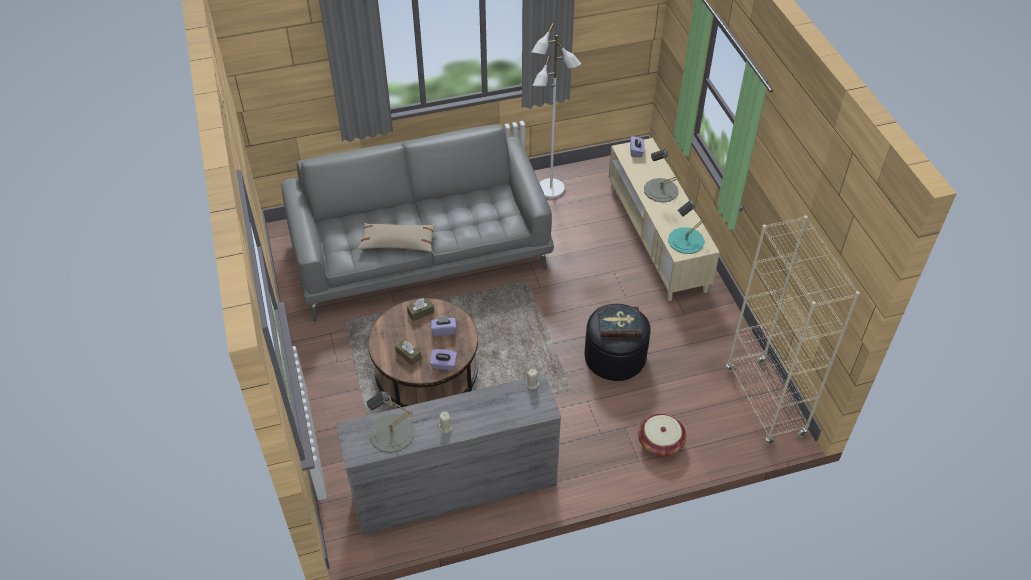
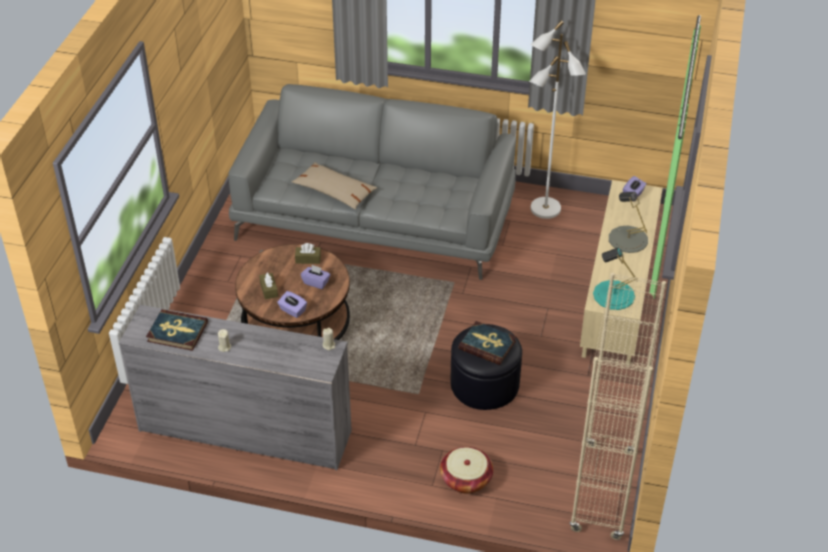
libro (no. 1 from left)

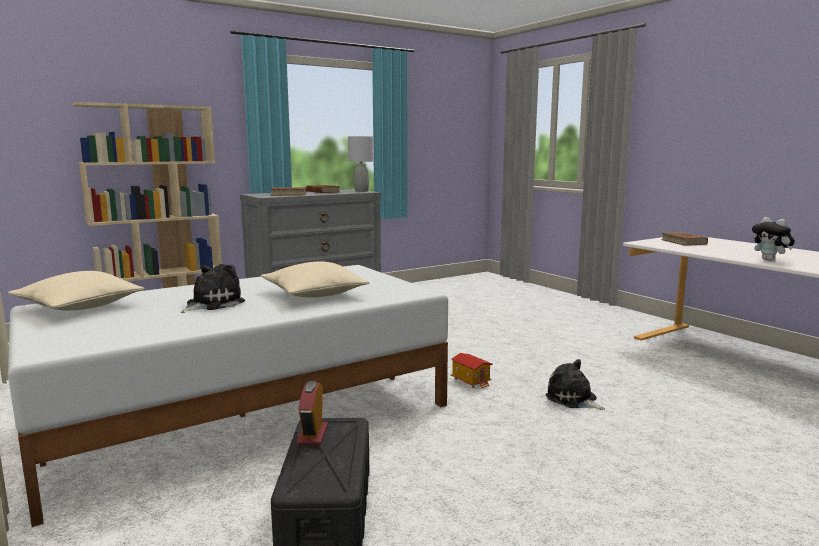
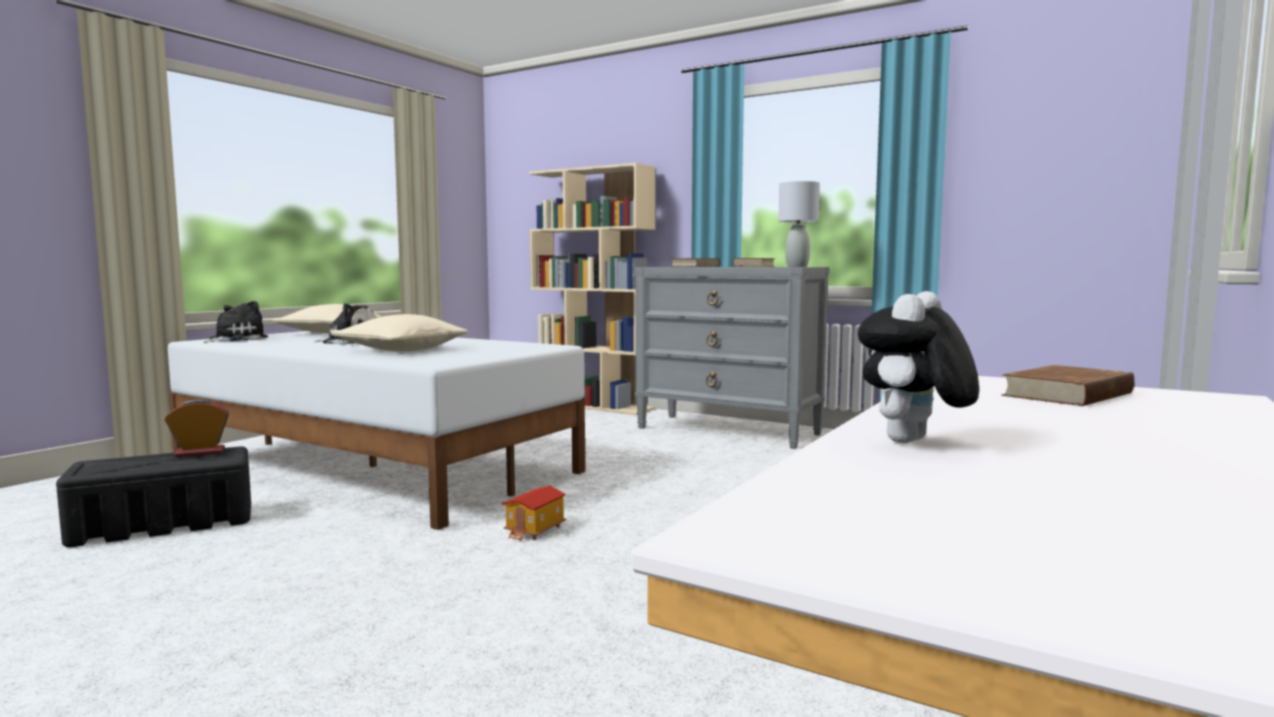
peluche (no. 1 from left)

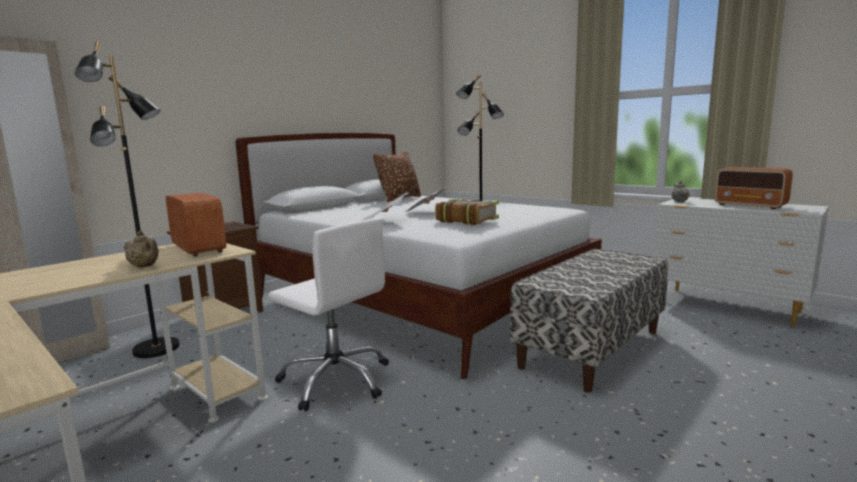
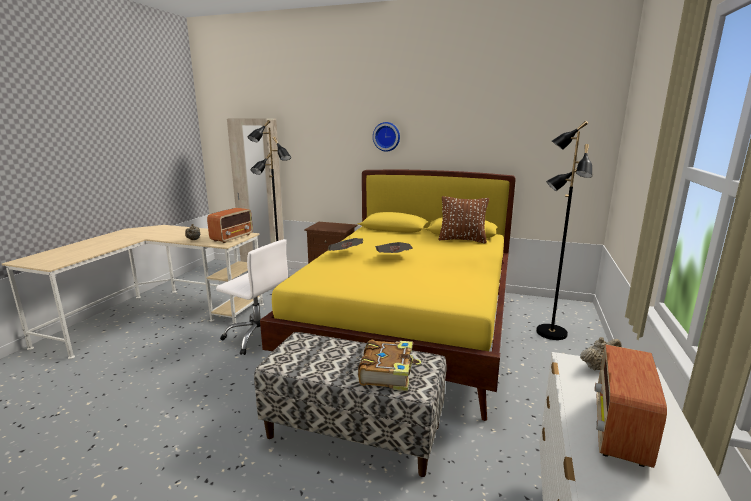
cama [amarillo]
silla de oficina [blanco]
libro
reloj de pared

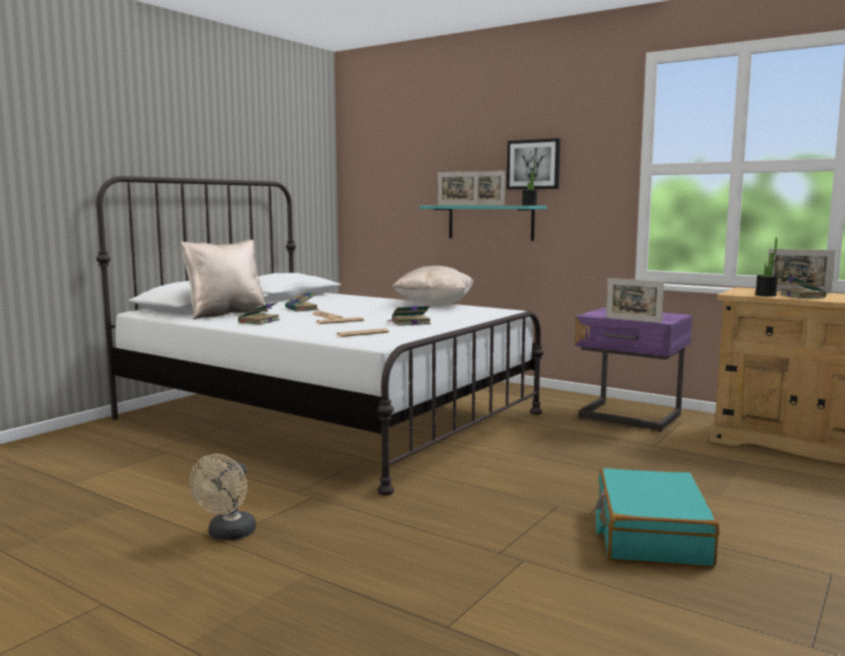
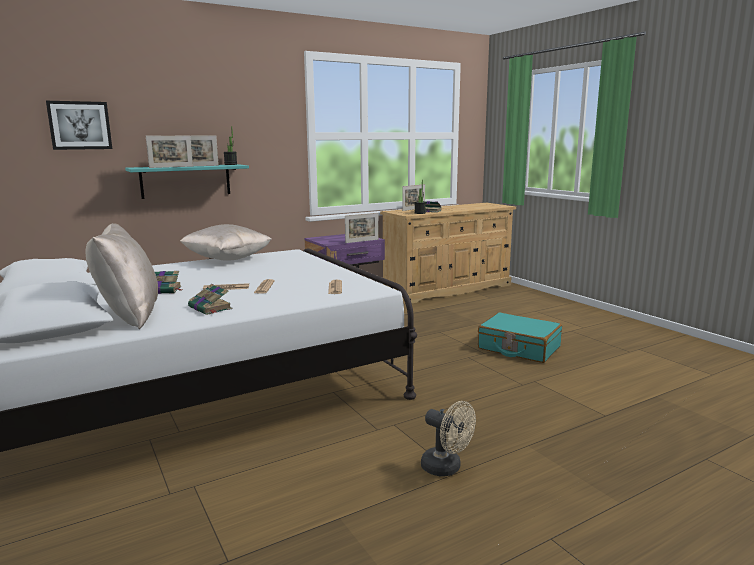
libro (no. 3 from left in the first image)
cuadro

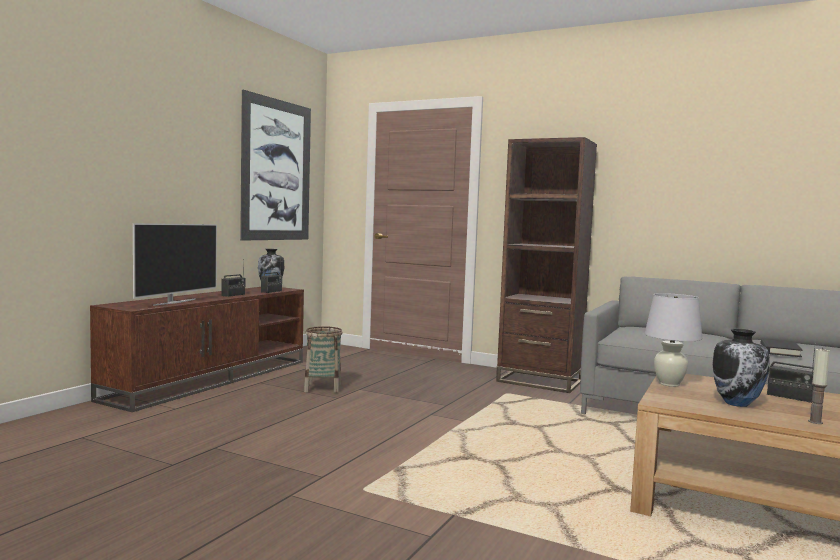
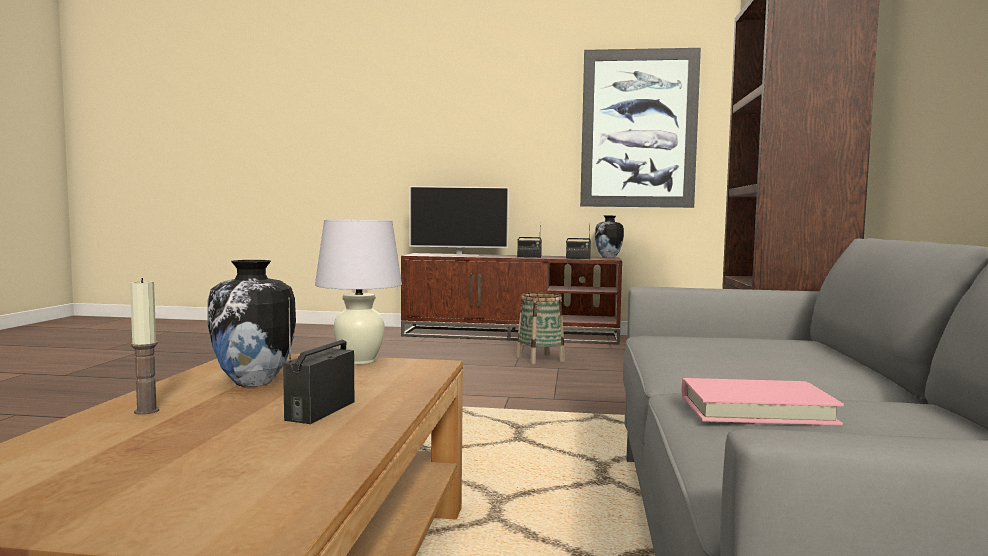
libro [rosa]

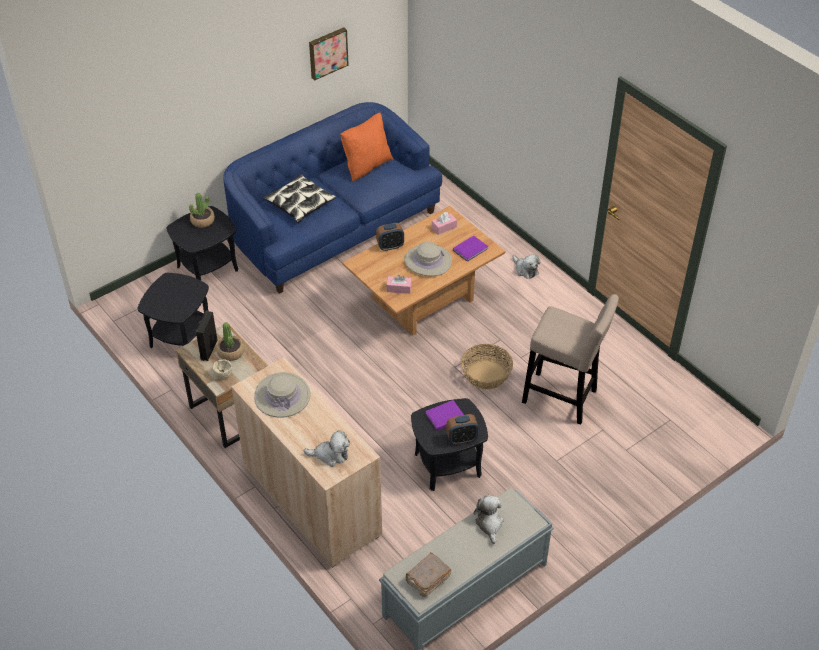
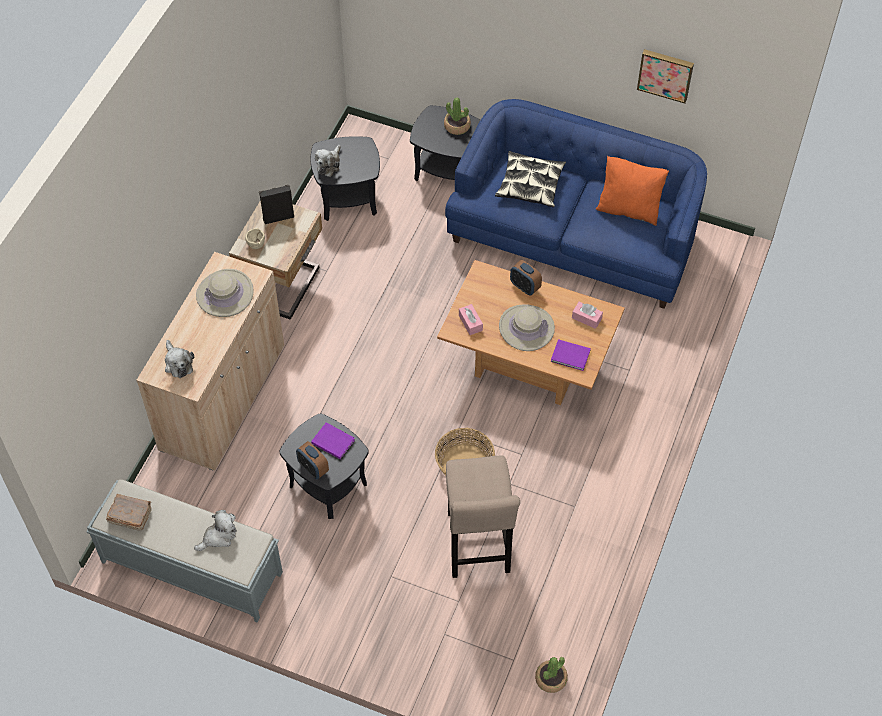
planta en maceta (no. 2 from left)
peluche (no. 3 from left)

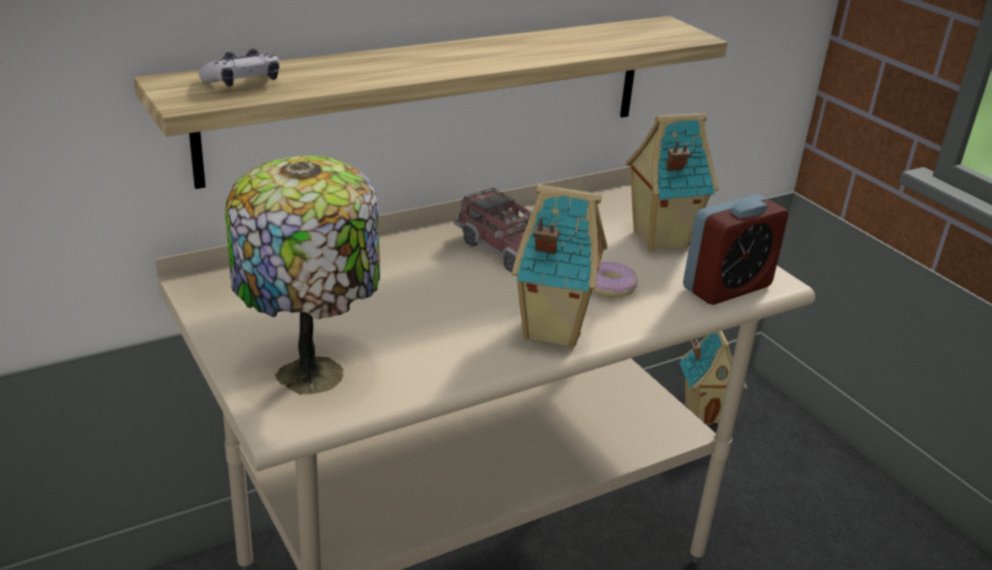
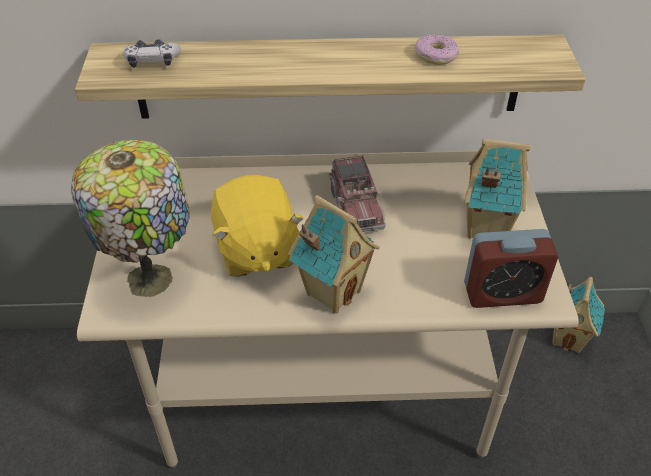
rosquilla
peluche [amarillo]

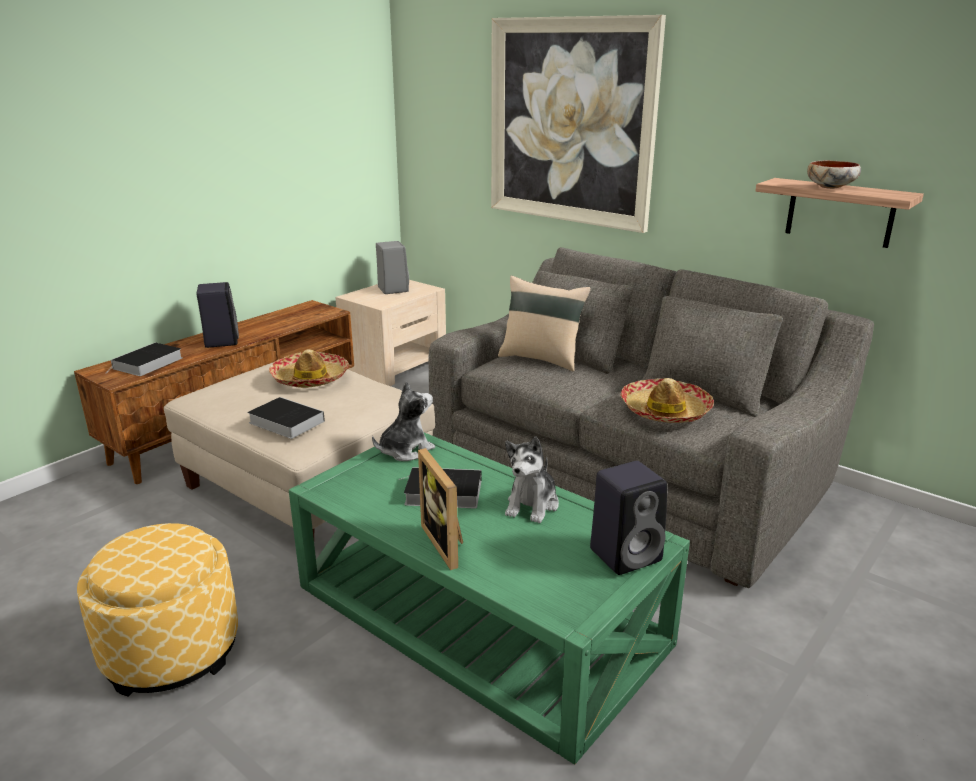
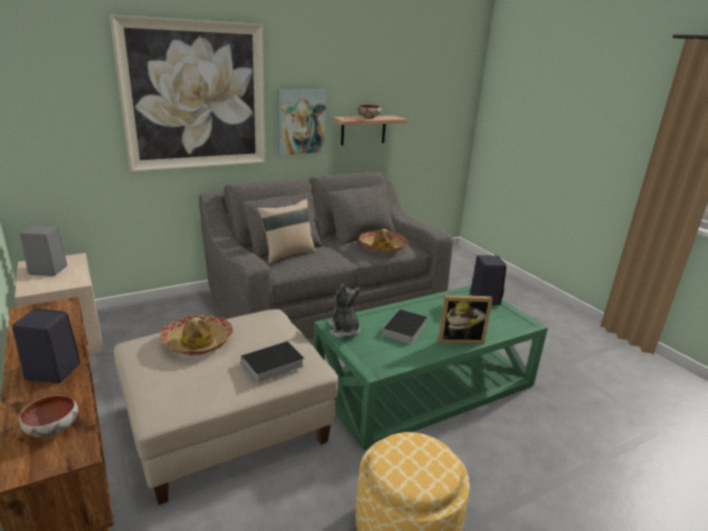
cuenco (no. 1 from left)
peluche (no. 2 from left in the first image)
cuadro (no. 2 from left)

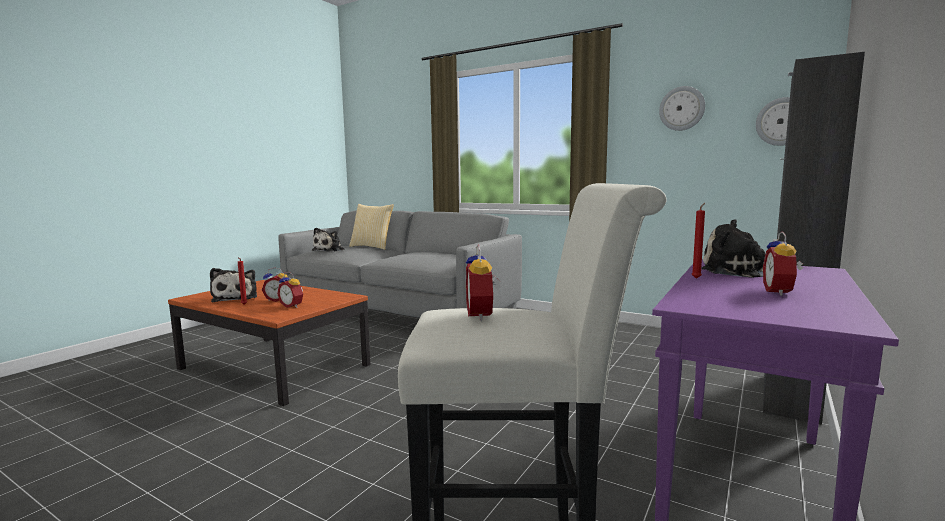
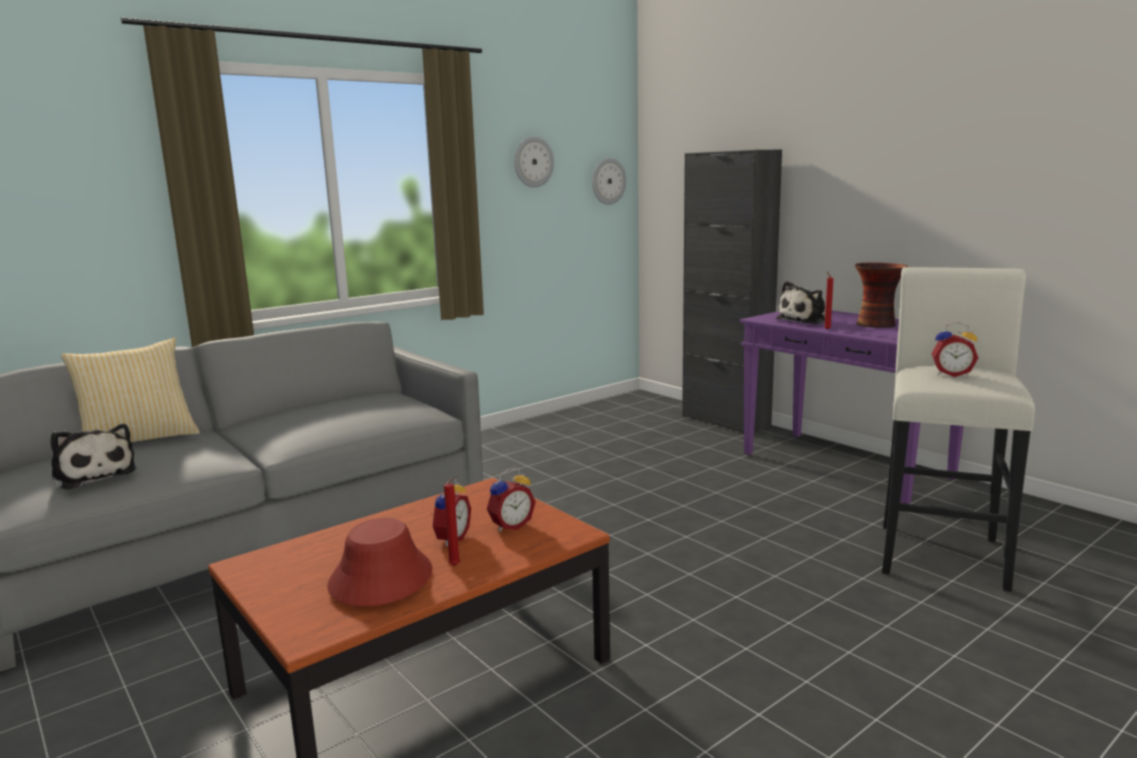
sombrero [rojo]
florero

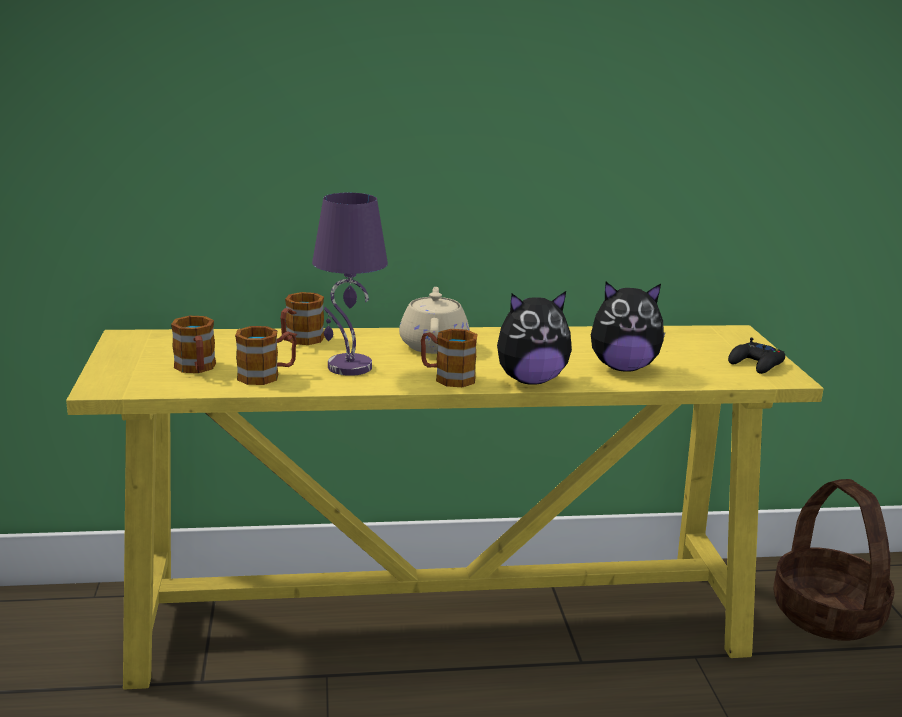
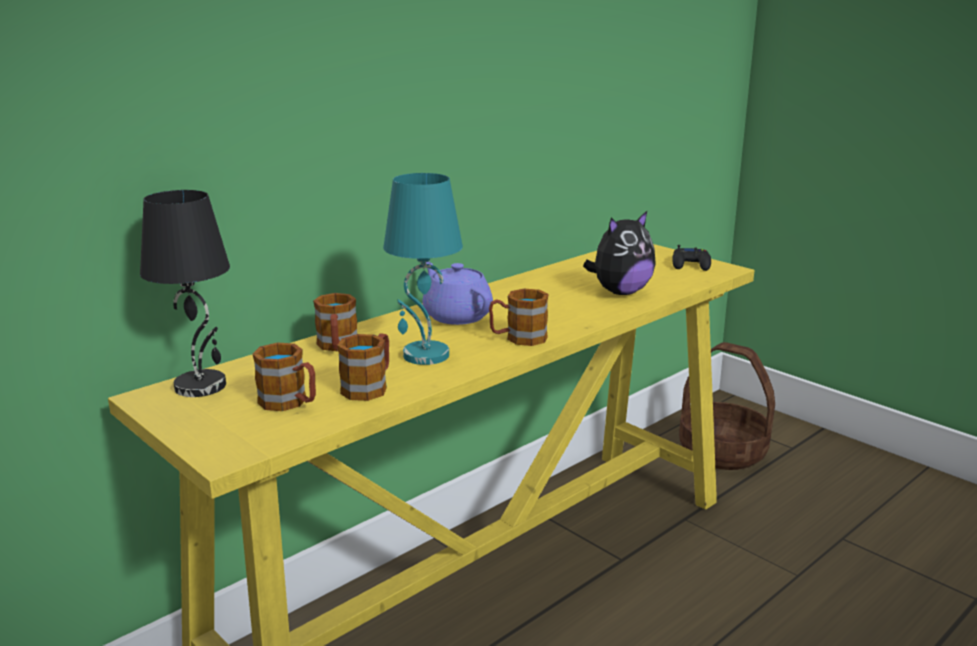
lámpara de mesa [turquesa]
tetera [morado]
peluche (no. 1 from left in the first image)
lámpara de mesa [negro]

